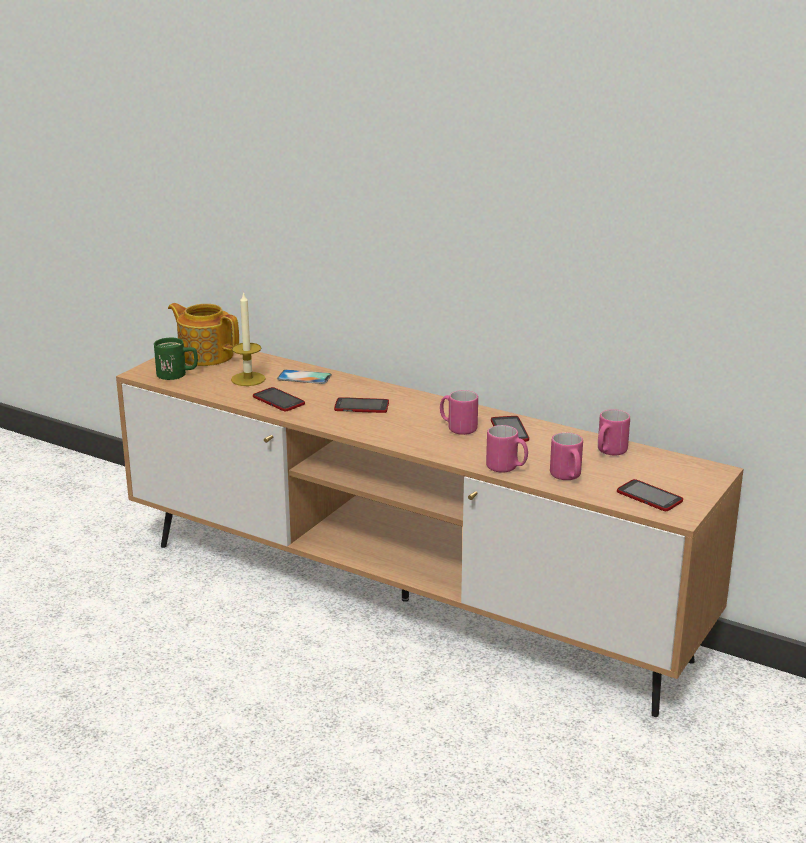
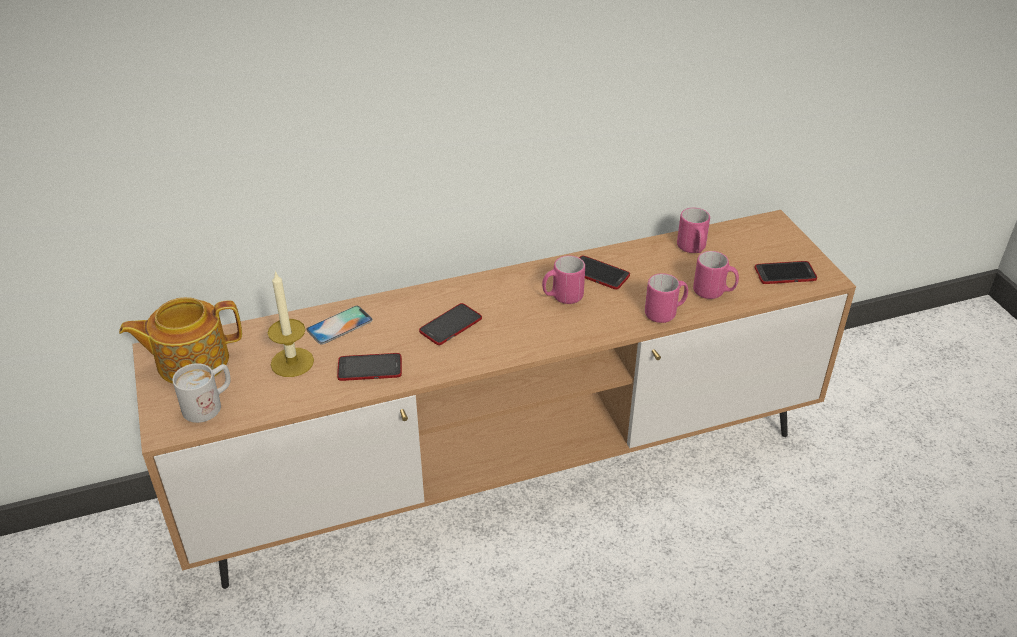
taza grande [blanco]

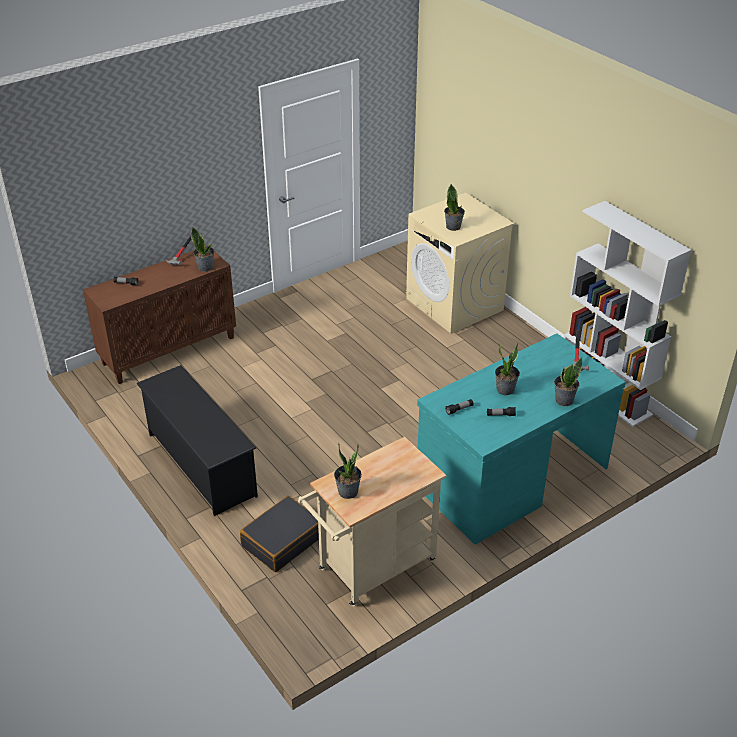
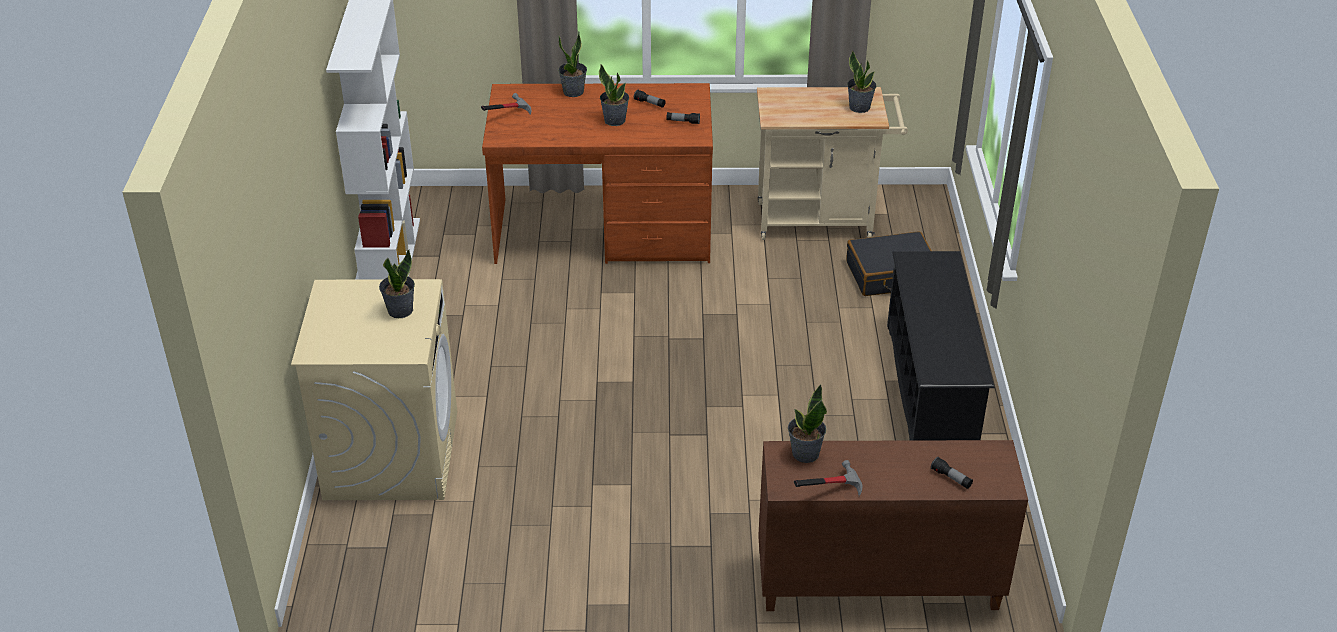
escritorio [marrón]

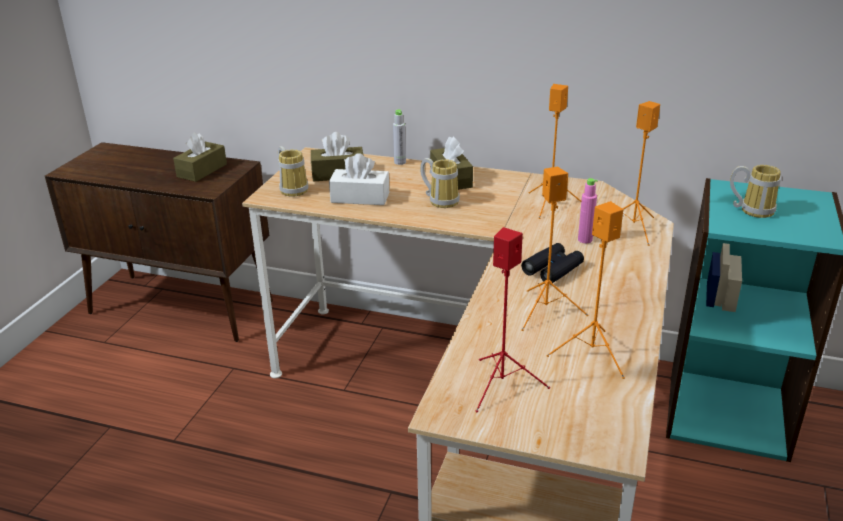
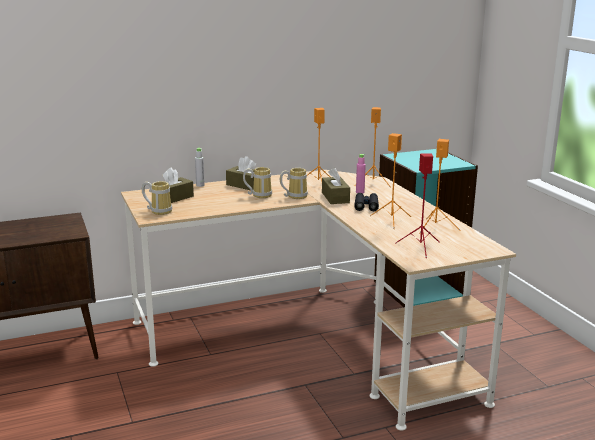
caja de pañuelos [marrón] (no. 3 from left)
caja de pañuelos [blanco]
taza grande (no. 3 from left)

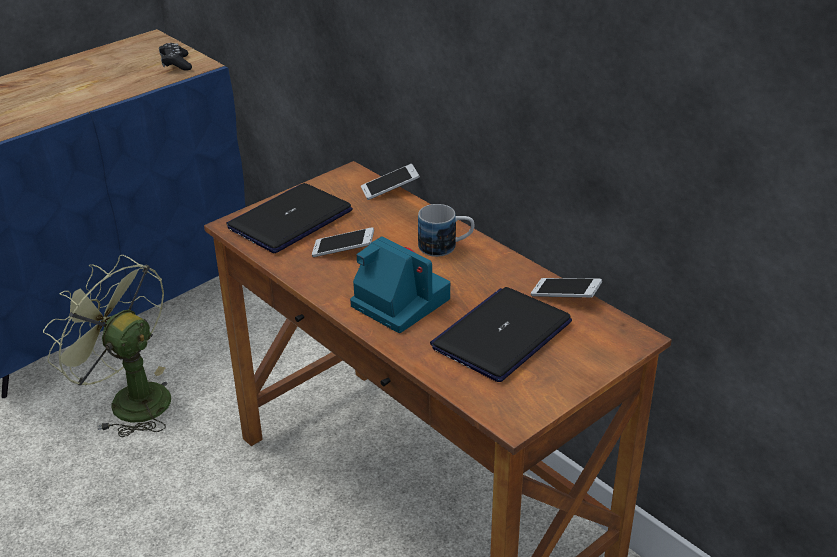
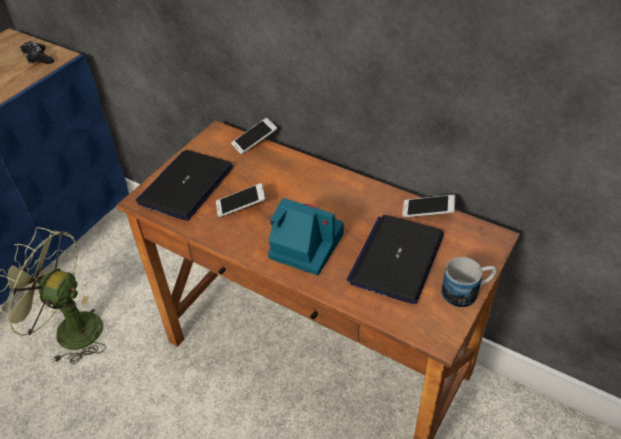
taza grande

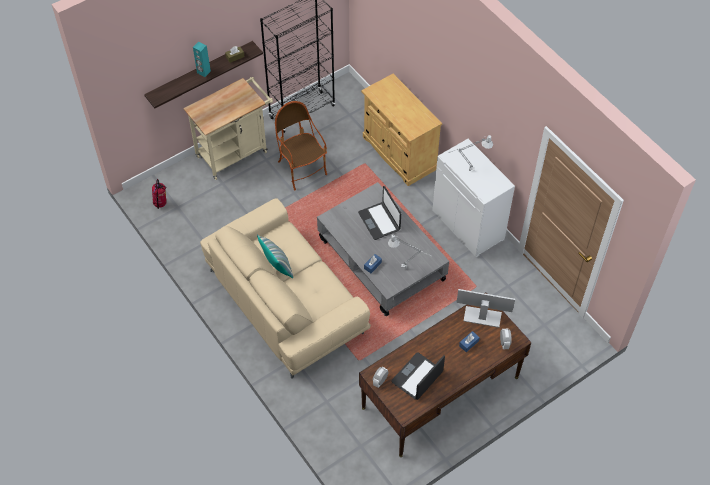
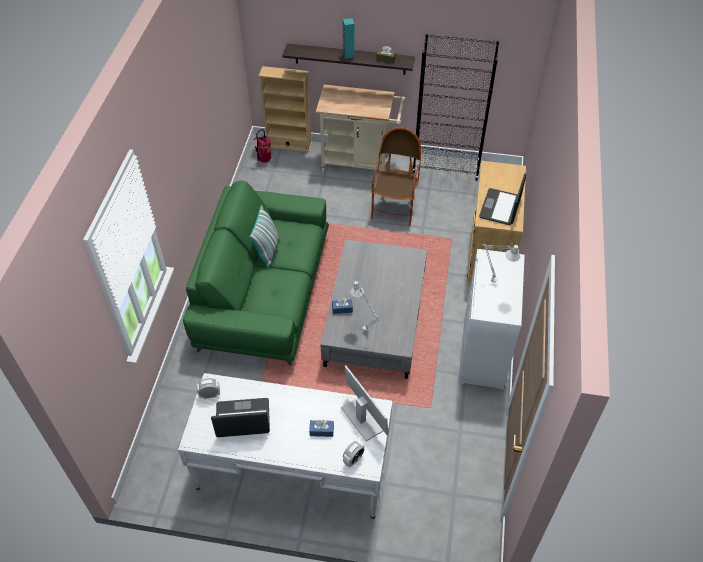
sofá [verde]
portátil (no. 2 from left)
escritorio [blanco]
estantería [beis]

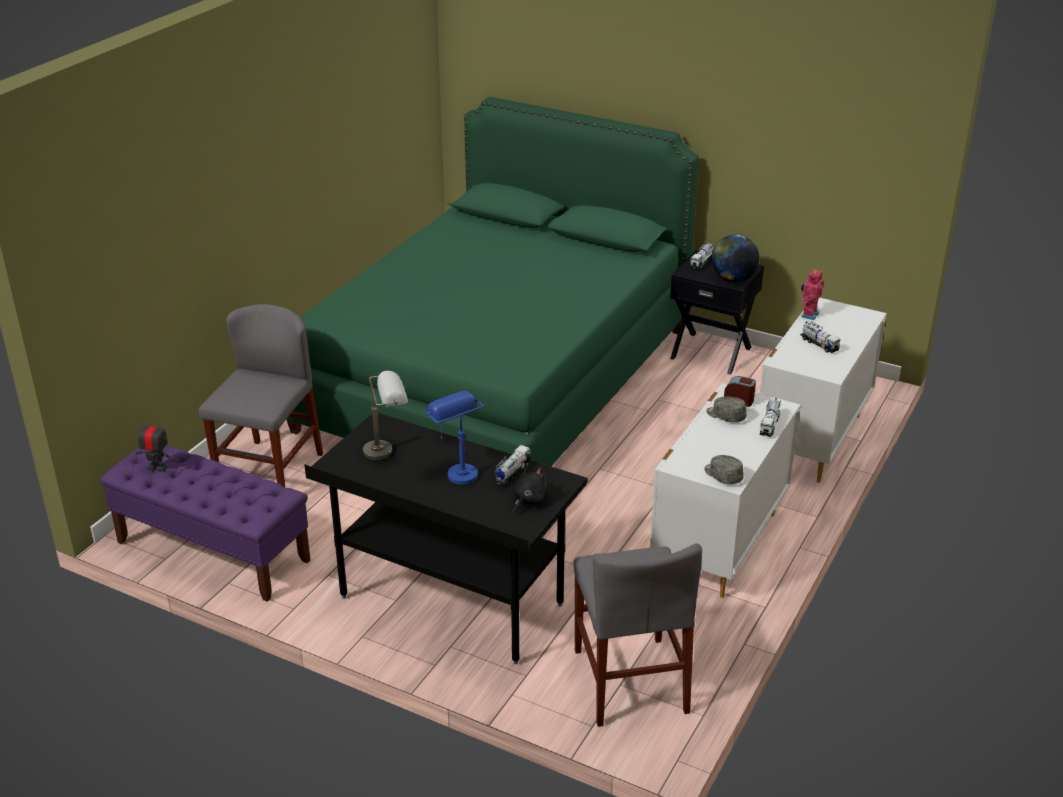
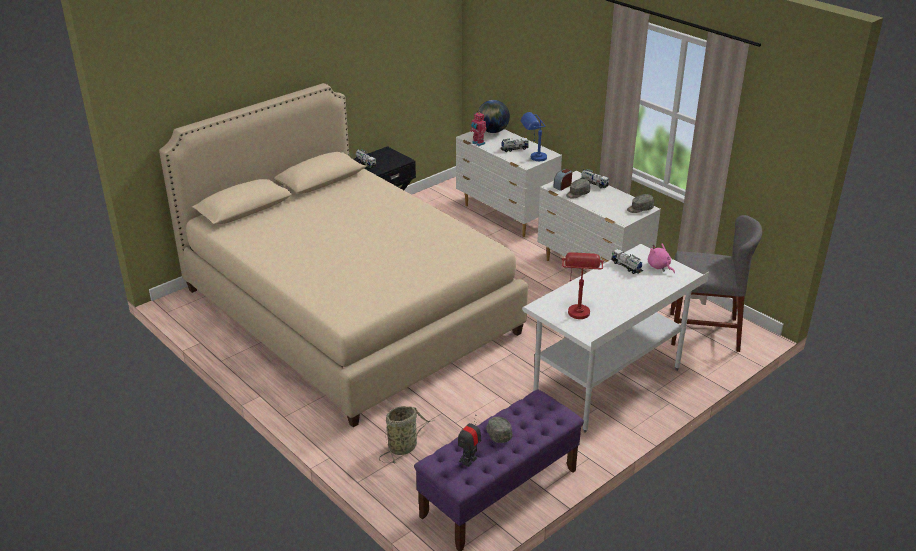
cesta
cama [beis]
escritorio [blanco]
lámpara de mesa [rojo]
lámpara de mesa [azul]
peluche [rosa]
globo terráqueo
gorra [gris] (no. 1 from left)

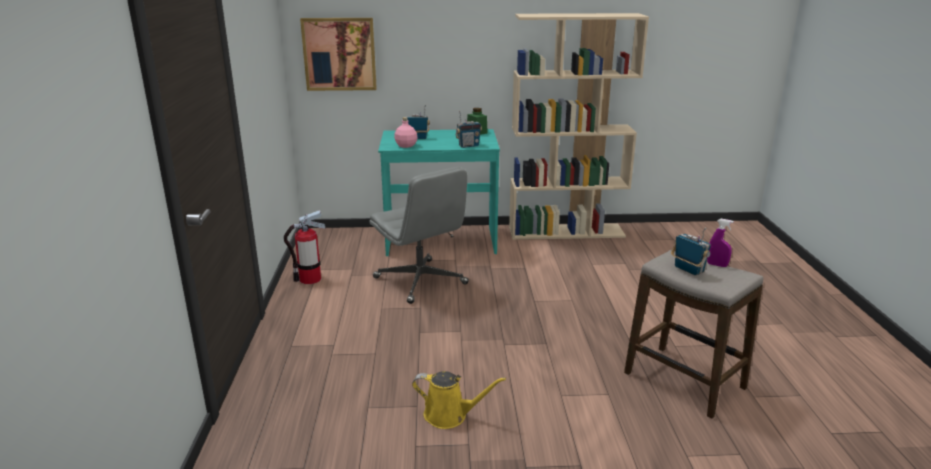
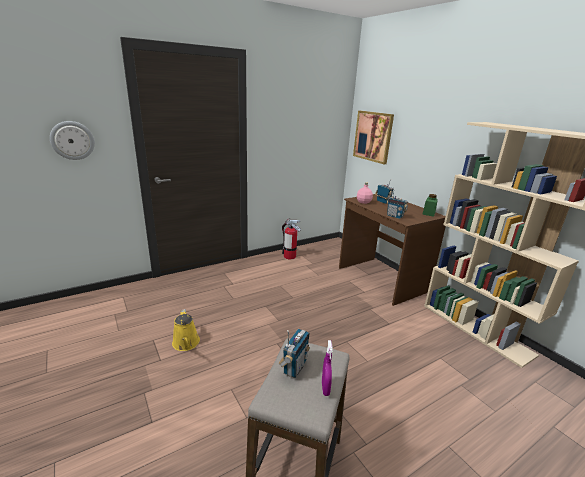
silla de oficina [gris]
escritorio [marrón]
reloj de pared

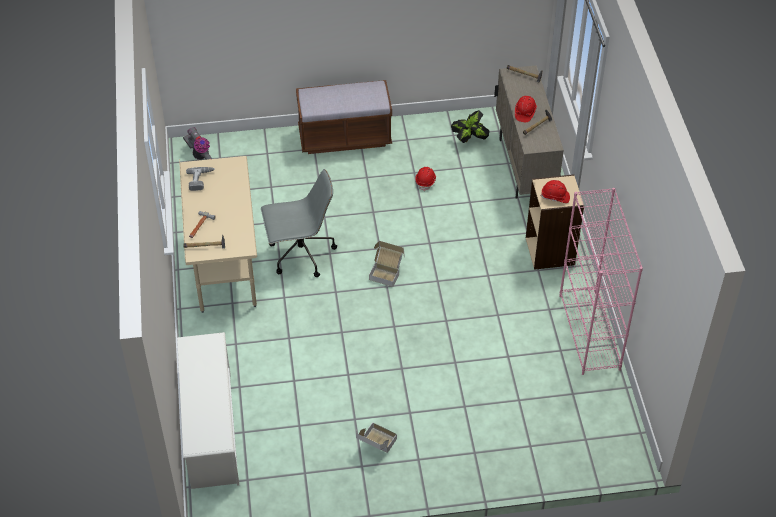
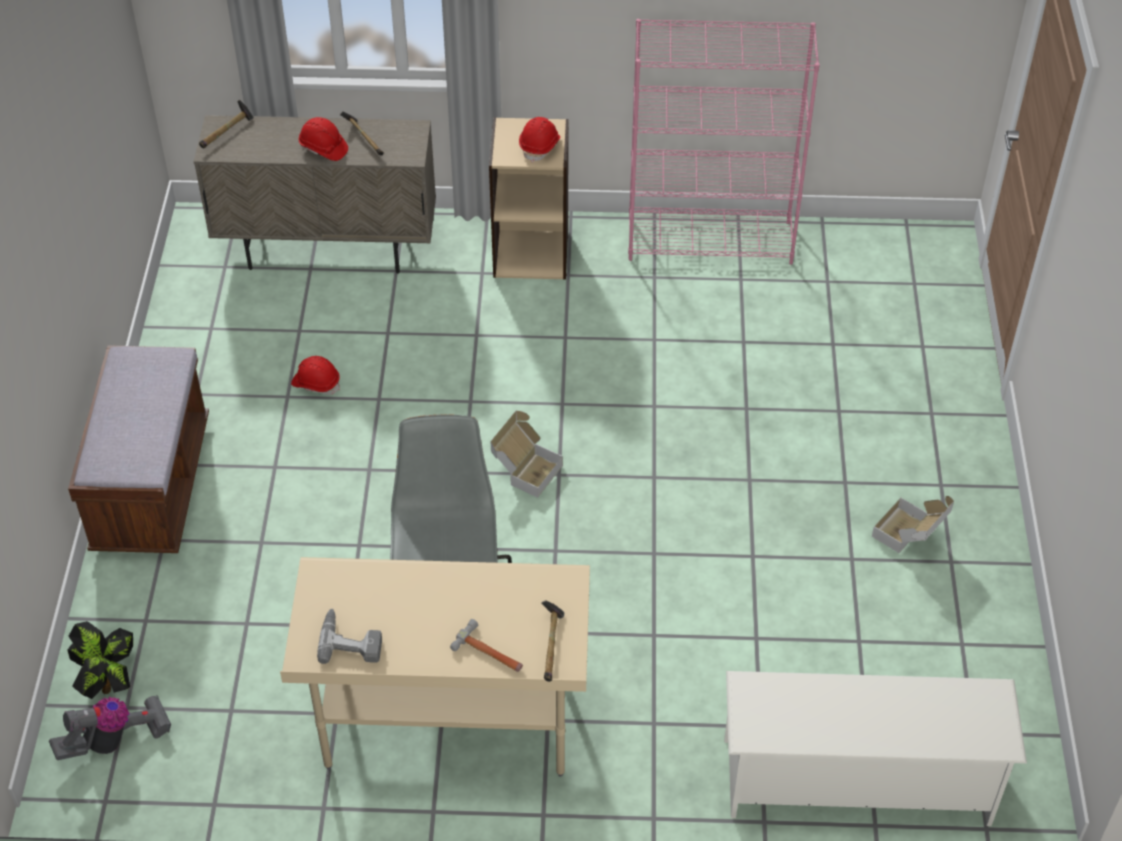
planta en maceta

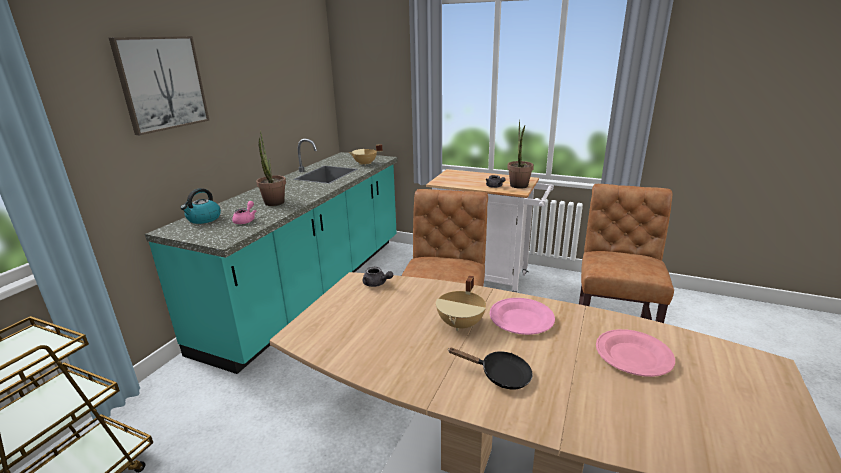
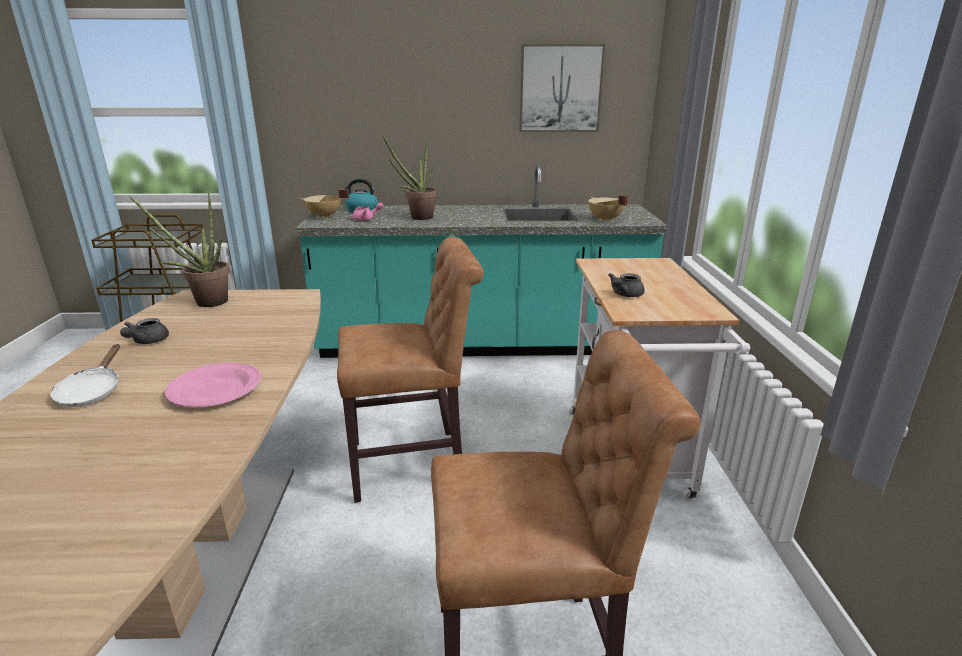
cuadro
tetera [gris] (no. 1 from left)
olla [beis] (no. 1 from left)
sartén [blanco]
planta en maceta (no. 1 from left)
plato [rosa] (no. 2 from left in the first image)

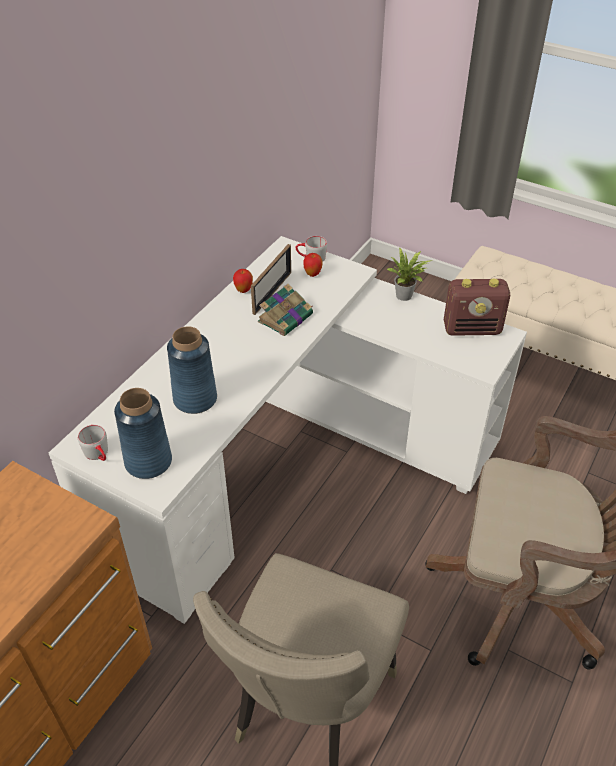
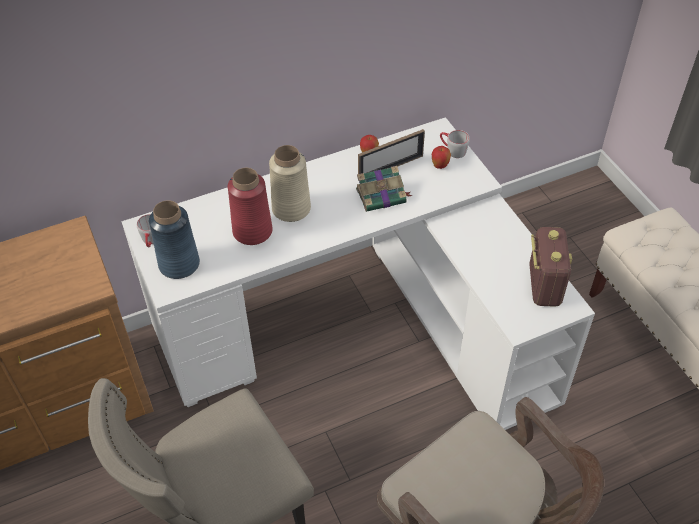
florero [rojo]
planta en maceta
radio
florero [beis]

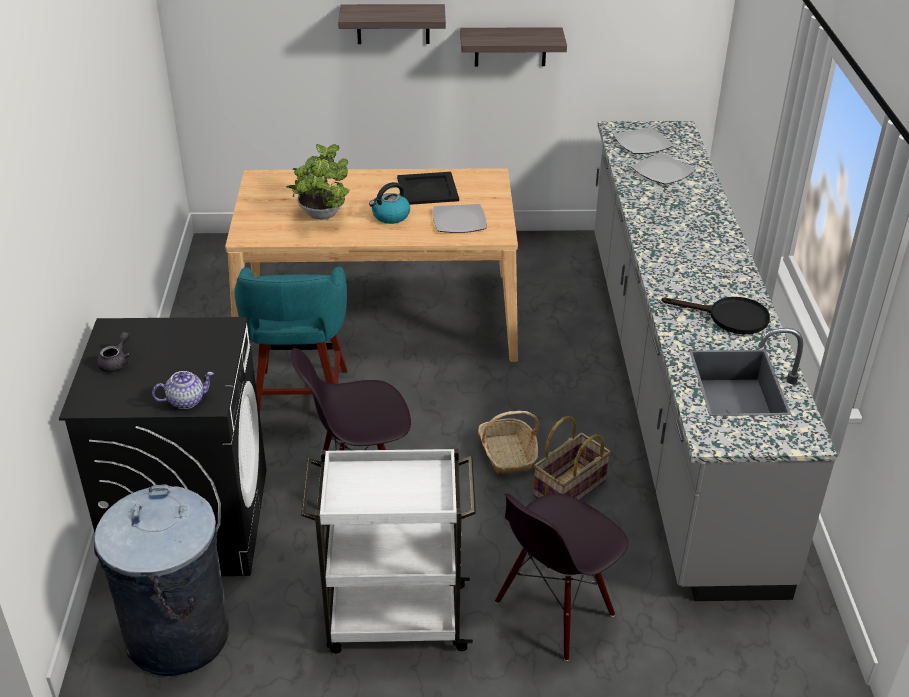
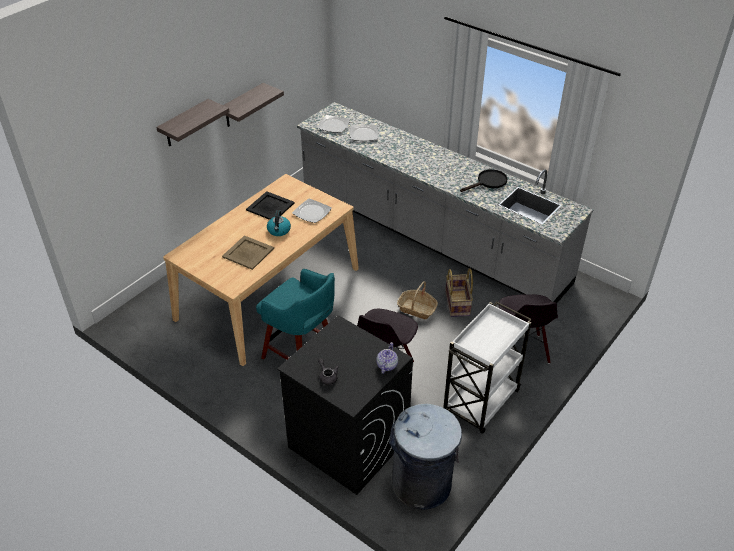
bandeja [beis]

